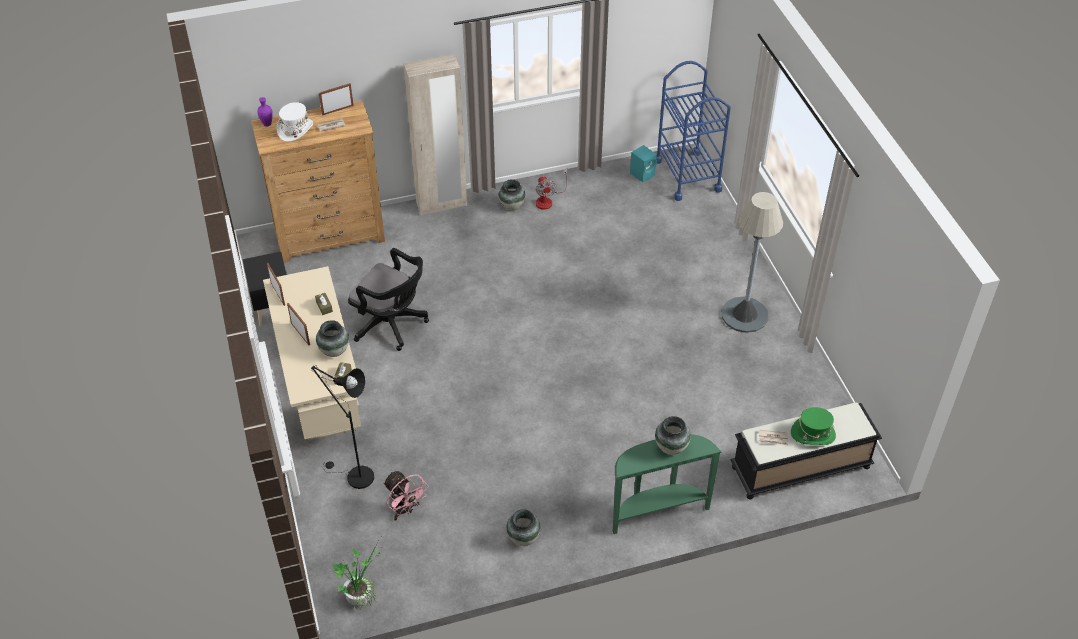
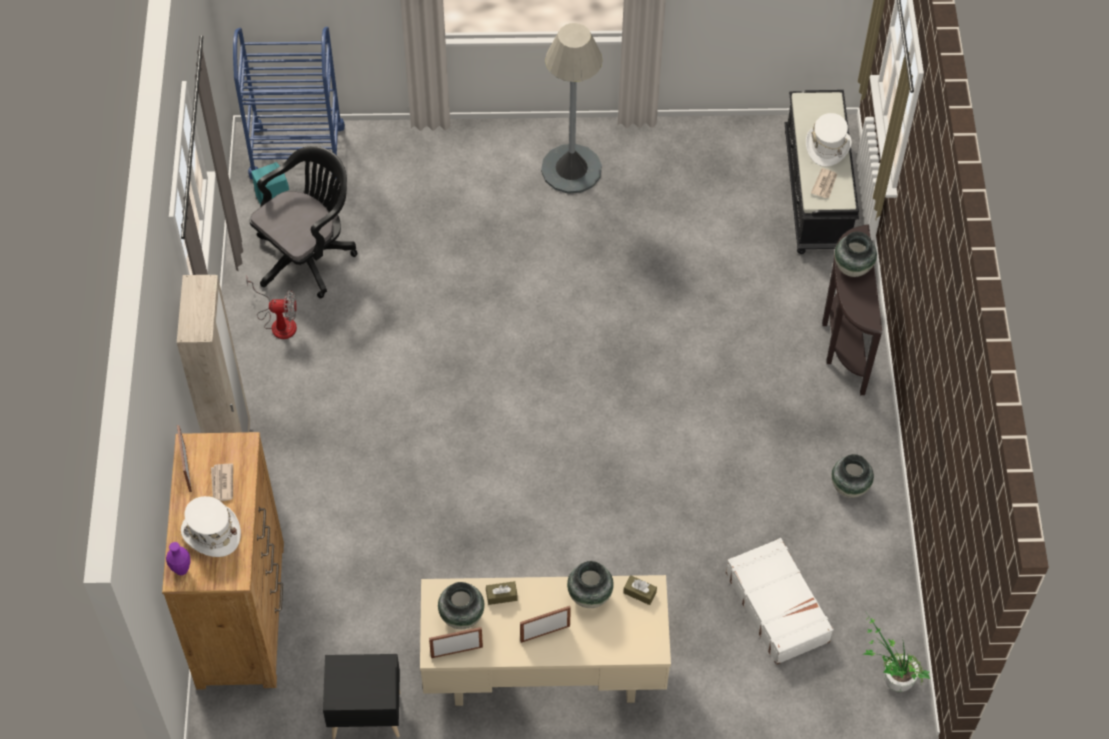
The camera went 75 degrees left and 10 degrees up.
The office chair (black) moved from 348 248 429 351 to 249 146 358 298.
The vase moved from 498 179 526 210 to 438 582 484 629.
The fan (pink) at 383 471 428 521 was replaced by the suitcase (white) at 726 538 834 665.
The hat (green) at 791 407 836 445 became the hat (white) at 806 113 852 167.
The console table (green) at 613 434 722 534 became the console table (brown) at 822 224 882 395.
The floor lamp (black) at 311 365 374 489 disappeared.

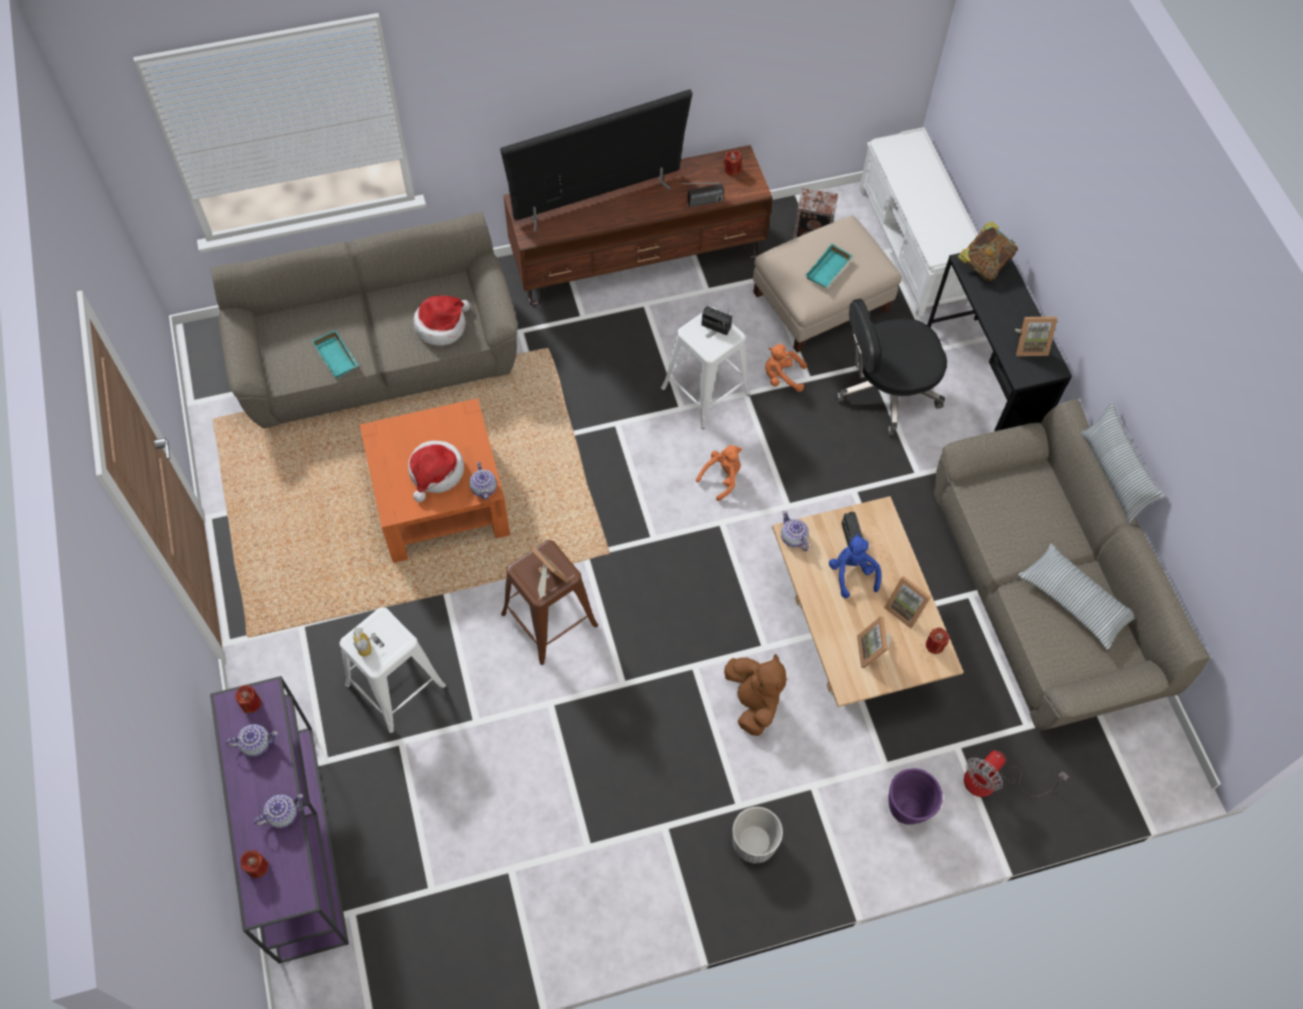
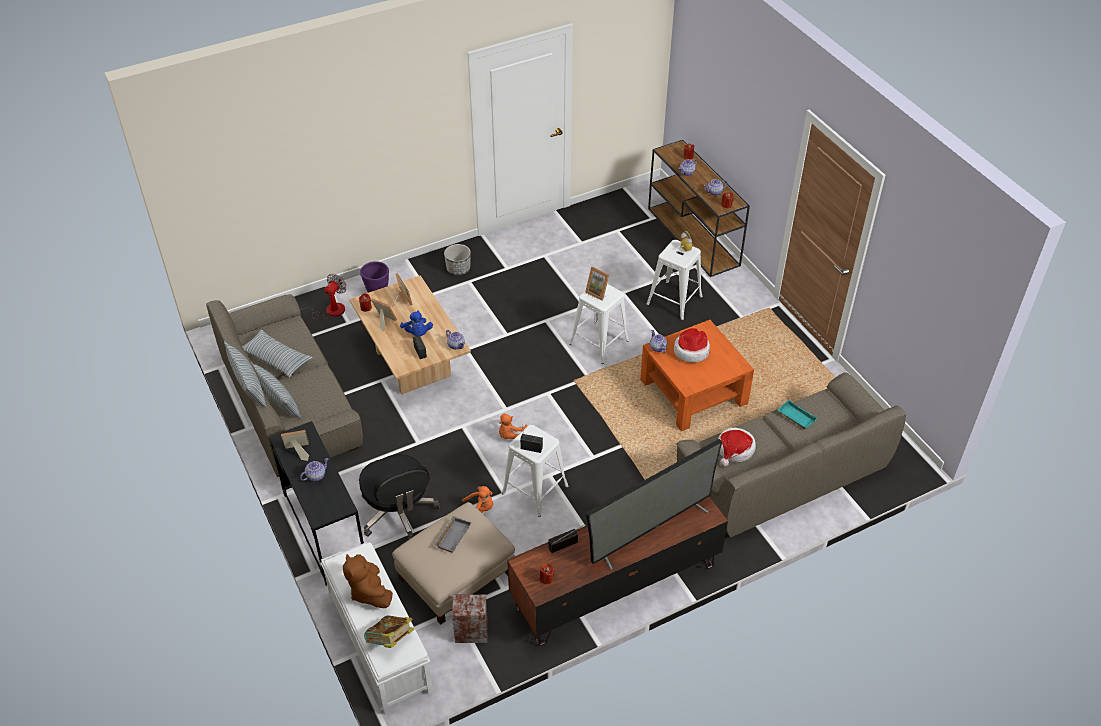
The camera went 170 degrees right and 15 degrees down.
The pillow at 252 363 302 419 appeared.
The teapot at 300 458 328 481 appeared.
The plush toy (brown) moved from 724 654 787 736 to 343 554 393 608.
The office chair (black) at 836 298 947 436 turned 90 degrees clockwise.
The book moved from 958 221 1018 282 to 364 615 415 648.
The tray (turquoise) at 806 244 852 288 became the tray (grey) at 435 516 471 553.
The stool (brown) at 501 540 598 665 became the stool (white) at 569 284 629 364.
The console table (purple) at 210 676 349 964 became the console table (brown) at 648 140 750 277.

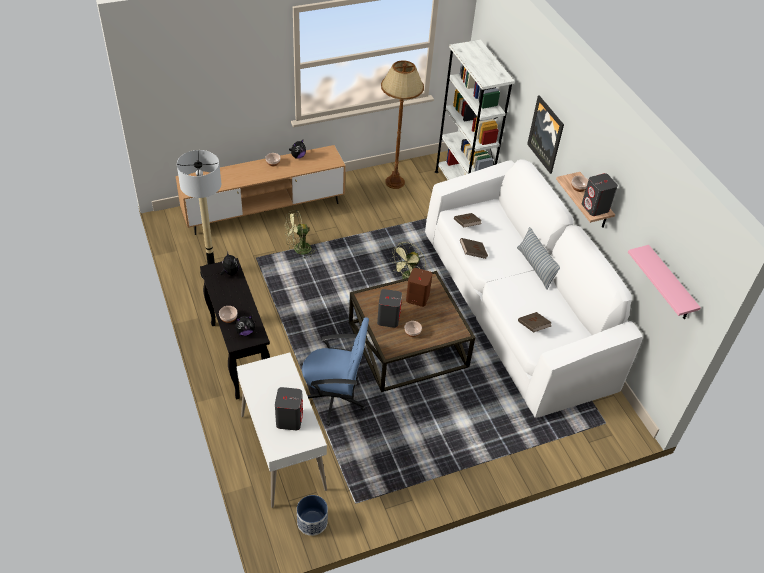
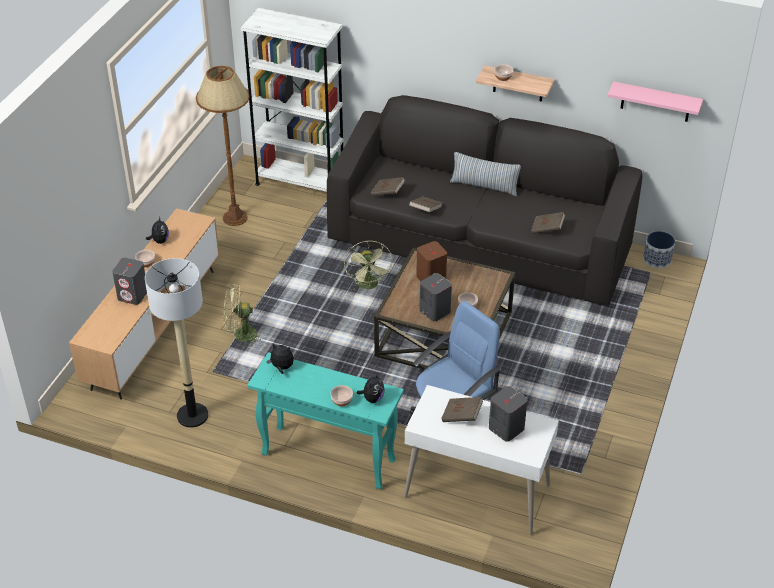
The camera went 45 degrees left and 5 degrees down.
The speaker (grey) moved from 582 173 618 216 to 112 258 147 305.
The fan (green) at 285 210 316 259 turned 60 degrees clockwise.
The console table (black) at 200 258 270 399 became the console table (turquoise) at 247 352 404 489.
The sofa (white) at 425 159 642 418 became the sofa (black) at 327 95 643 306.
The book (brown) at 441 397 483 422 appeared.
The planter moved from 297 495 328 536 to 643 231 675 268.
The picture at 527 95 564 174 disappeared.

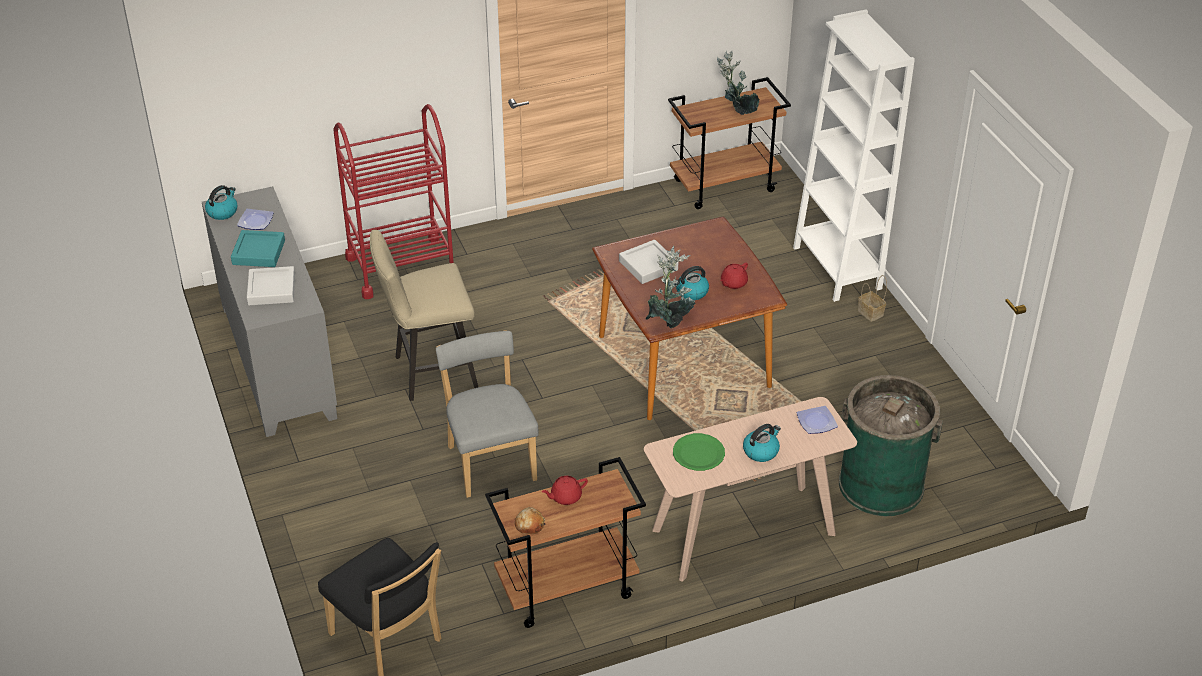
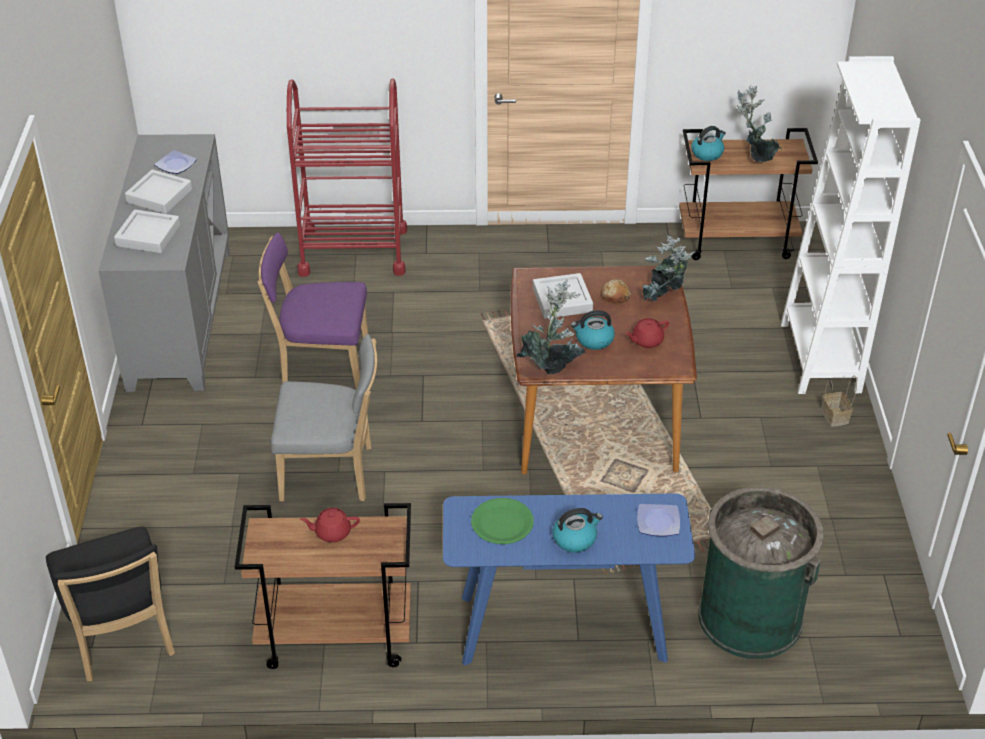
The camera went 20 degrees right and 0 degrees up.
The tray (turquoise) at 231 230 285 267 became the tray (grey) at 125 169 192 214.
The stool (beige) at 370 230 478 401 was replaced by the chair (purple) at 257 232 368 389.
The chair (grey) at 436 331 538 498 turned 90 degrees clockwise.
The console table (beige) at 644 397 857 581 became the console table (blue) at 443 493 695 665.
The bread moved from 515 507 546 534 to 600 279 631 305.
The potted plant at 642 235 695 301 appeared.
The kettle moved from 205 185 238 220 to 691 126 726 161.

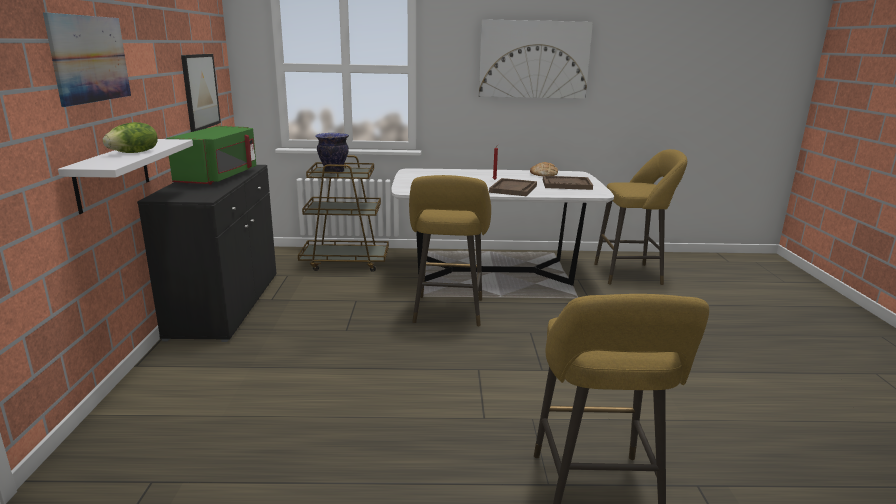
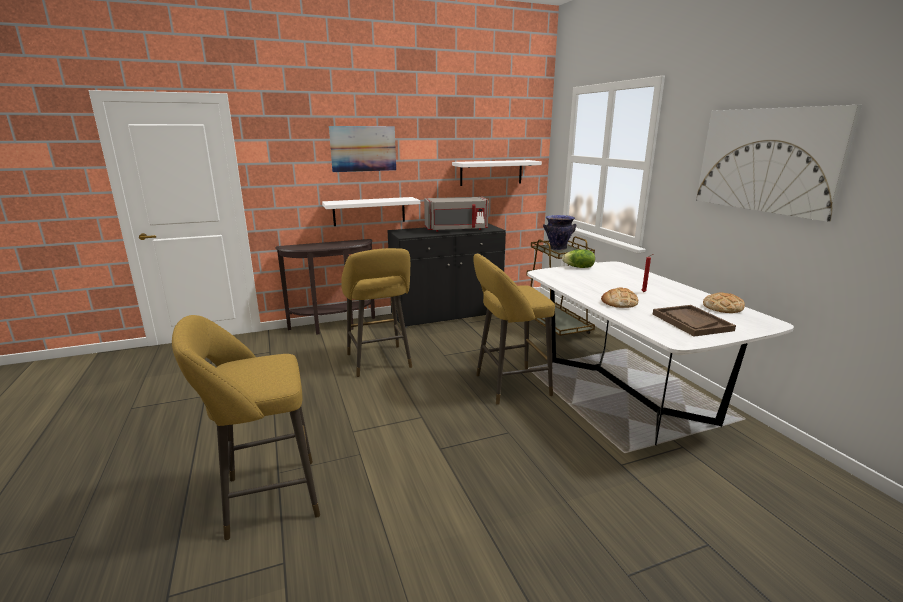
The camera went 70 degrees right and 0 degrees up.
The console table (brown) at 275 239 375 335 appeared.
The stool (yellow) moved from 594 149 687 285 to 341 248 412 377.
The microwave (green) at 166 126 256 185 became the microwave (grey) at 424 197 489 232.
The picture at 181 54 221 132 was replaced by the shelf (white) at 452 160 542 186.
The lettuce moved from 103 122 158 153 to 562 249 595 268.
The tray (brown) at 489 178 537 196 was replaced by the bread at 601 287 638 308.

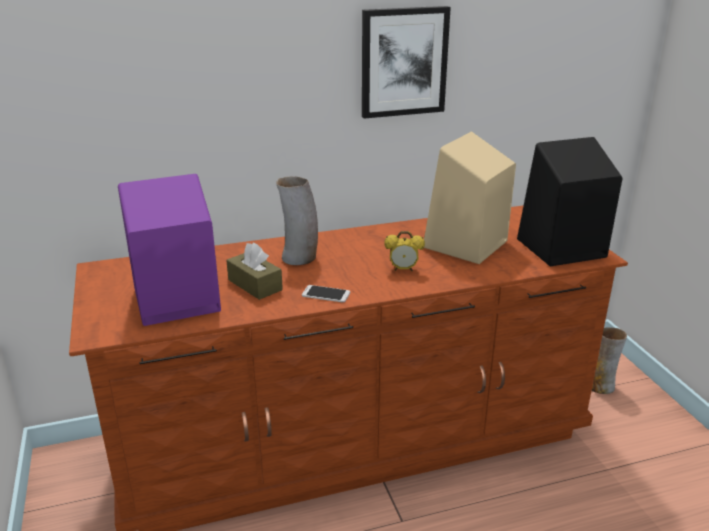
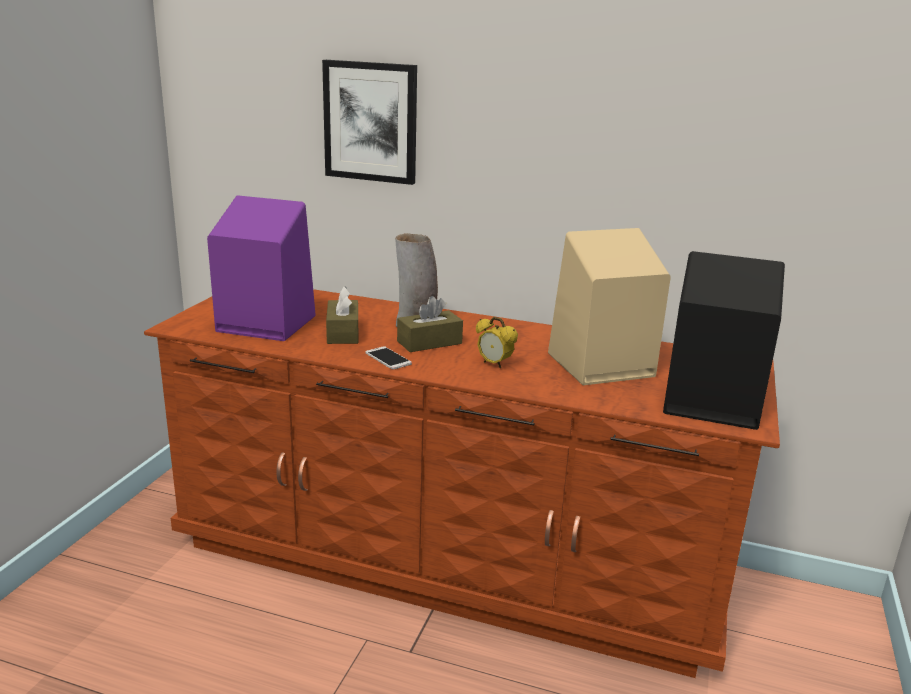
The camera went 35 degrees right and 5 degrees down.
The picture moved from 362 6 451 119 to 322 60 417 185.
The tissue box (brown) at 397 296 463 352 appeared.
The vase at 592 327 627 394 disappeared.

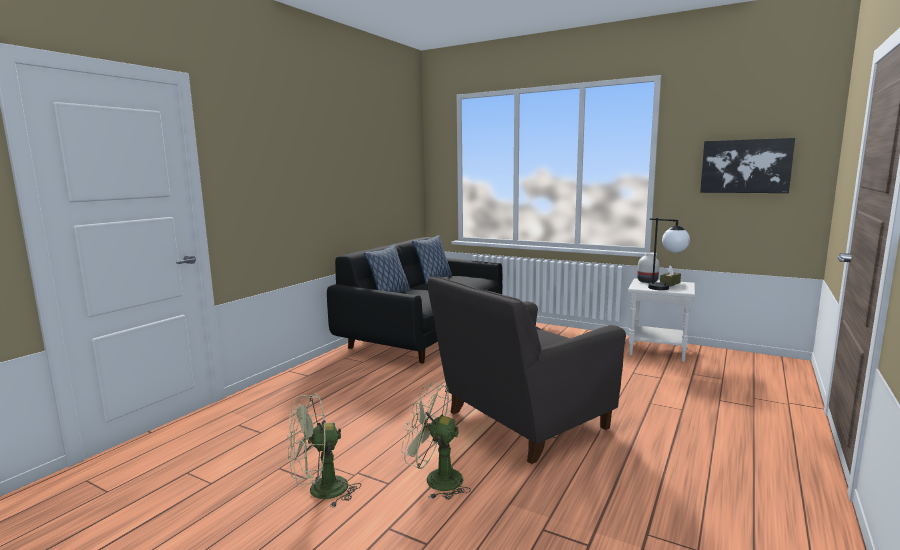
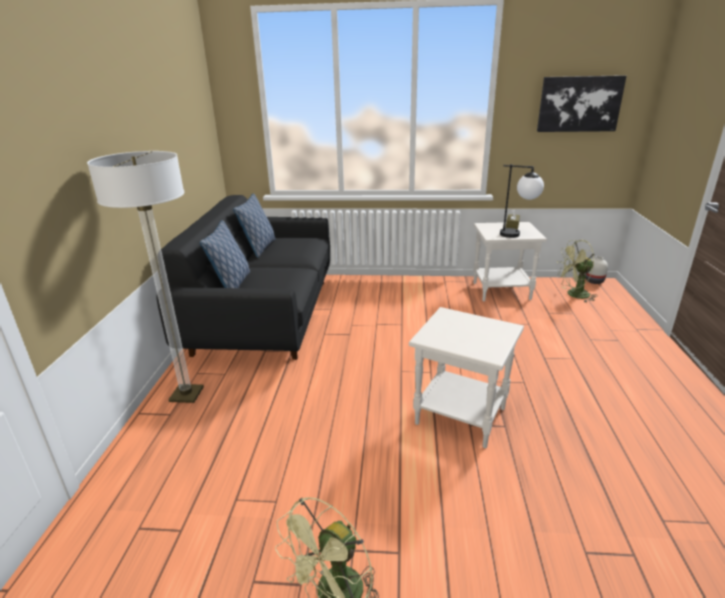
The camera went 25 degrees left and 15 degrees up.
The floor lamp at 87 151 204 403 appeared.
The armchair (grey) at 428 276 626 464 was replaced by the side table (white) at 409 307 524 448.
The fan (green) moved from 401 383 471 500 to 557 240 598 302.
The vase (white) moved from 637 253 659 283 to 586 256 608 284.

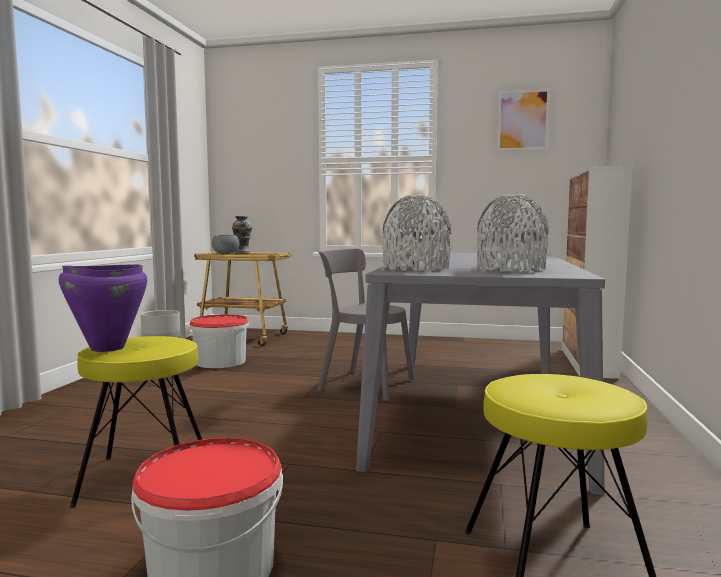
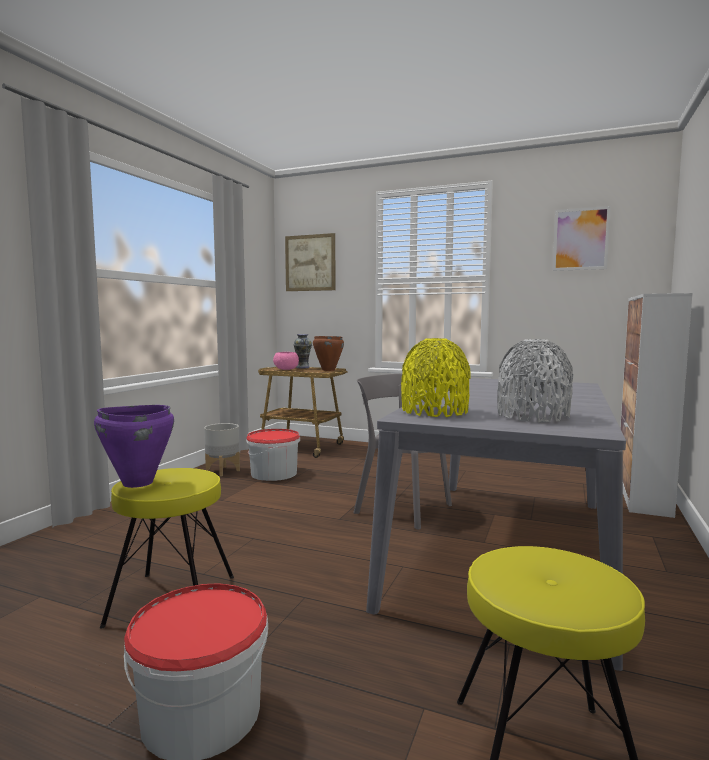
The camera went 10 degrees right and 0 degrees up.
The bowl (grey) at 211 235 240 254 became the bowl (pink) at 273 352 299 370.
The picture at 285 233 336 291 appeared.
The cooking pot (brown) at 313 336 344 371 appeared.
The vase (grey) at 382 195 452 271 became the vase (yellow) at 401 338 471 417.

